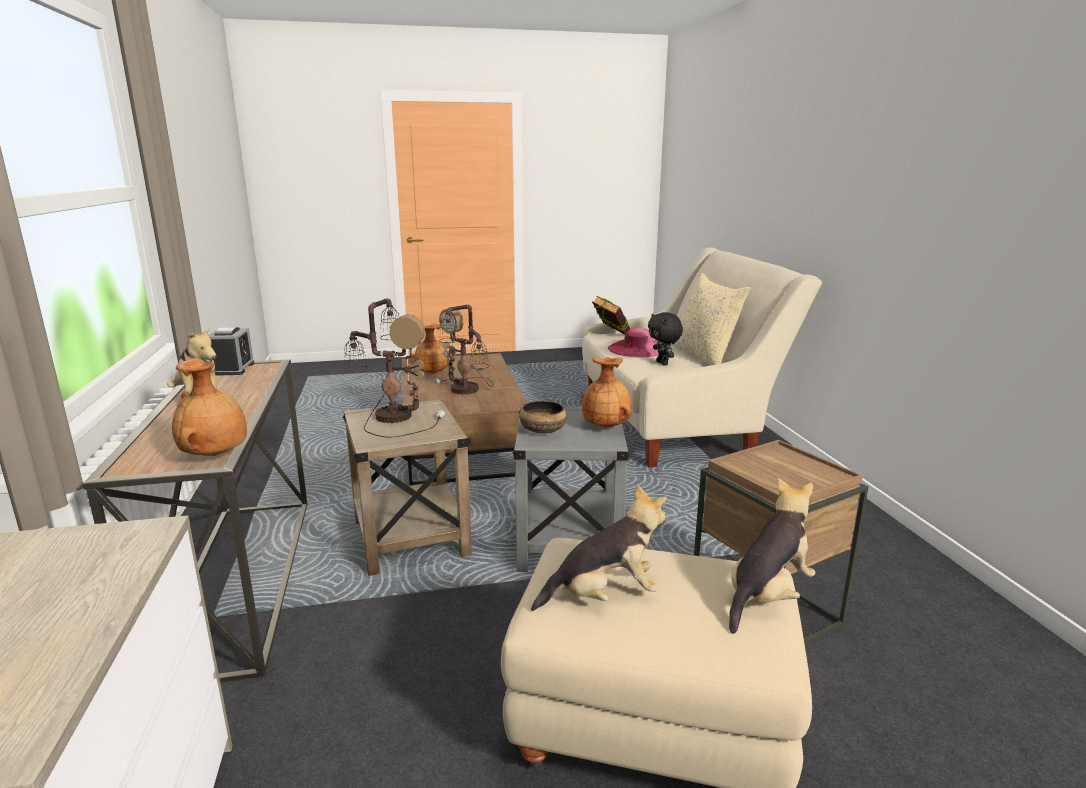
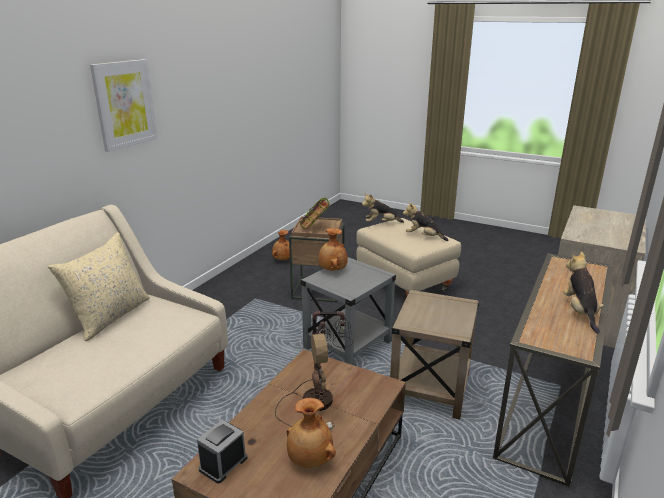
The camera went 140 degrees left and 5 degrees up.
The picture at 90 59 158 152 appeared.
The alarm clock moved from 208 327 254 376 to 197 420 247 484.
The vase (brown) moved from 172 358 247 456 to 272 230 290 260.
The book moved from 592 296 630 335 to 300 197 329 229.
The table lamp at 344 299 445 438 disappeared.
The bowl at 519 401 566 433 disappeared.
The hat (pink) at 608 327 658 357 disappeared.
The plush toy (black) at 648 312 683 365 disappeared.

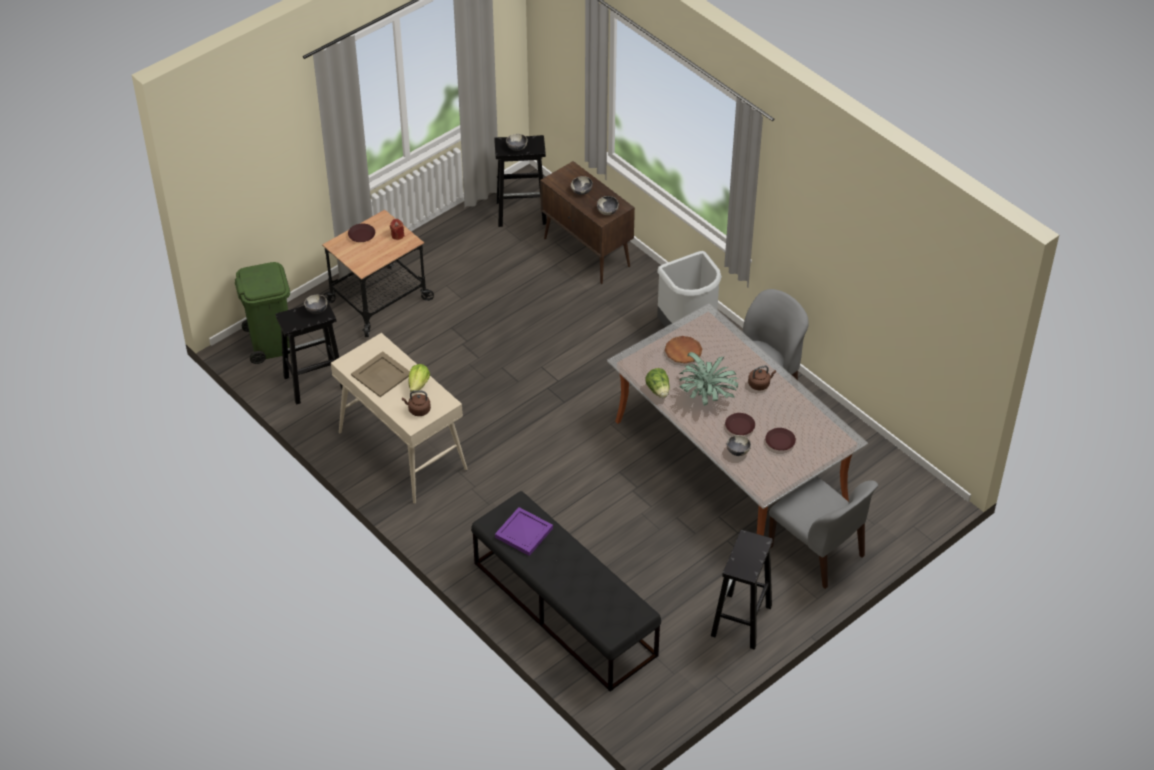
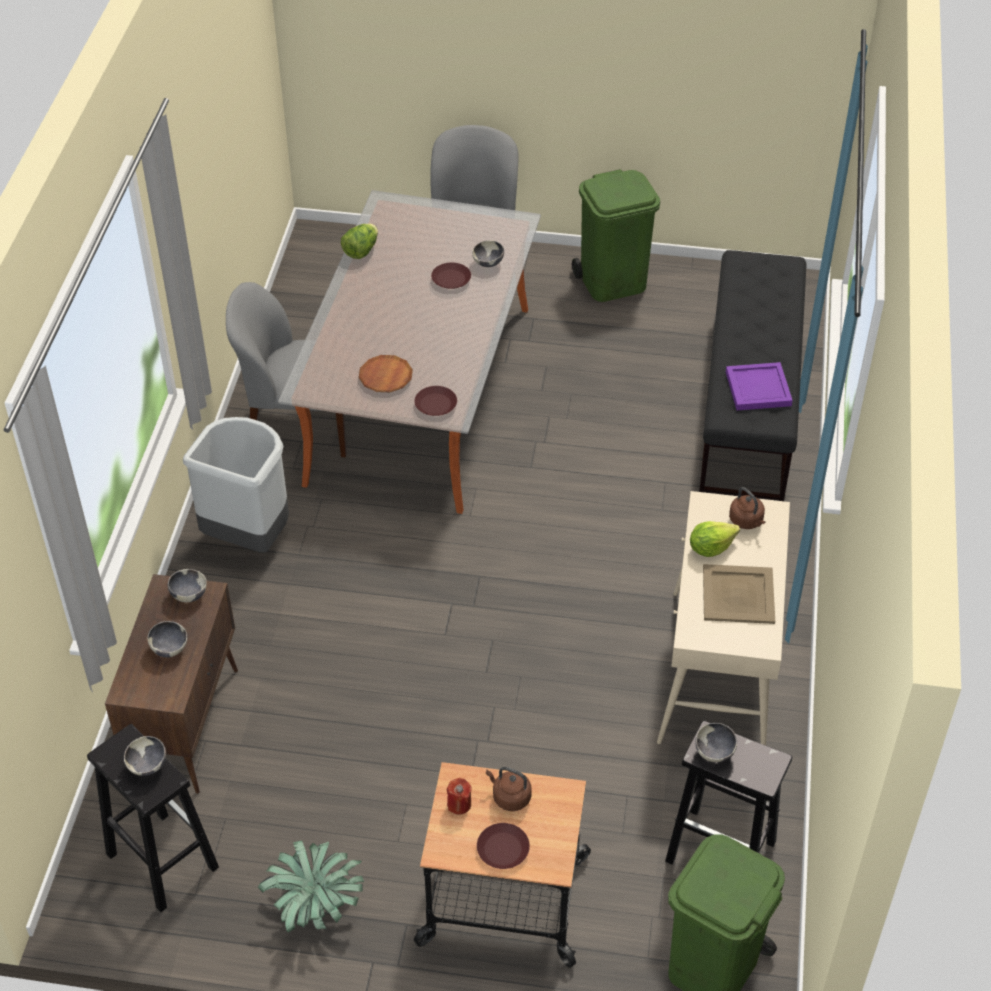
The camera went 130 degrees left and 0 degrees up.
The potted plant moved from 679 352 738 406 to 258 840 364 932.
The lettuce moved from 645 368 670 398 to 341 223 378 259.
The plate (brown) moved from 765 428 796 451 to 414 386 457 416.
The kettle (brown) moved from 748 365 776 390 to 486 767 532 811.
The stool (black) at 711 530 773 650 was replaced by the trash can (green) at 572 169 660 302.

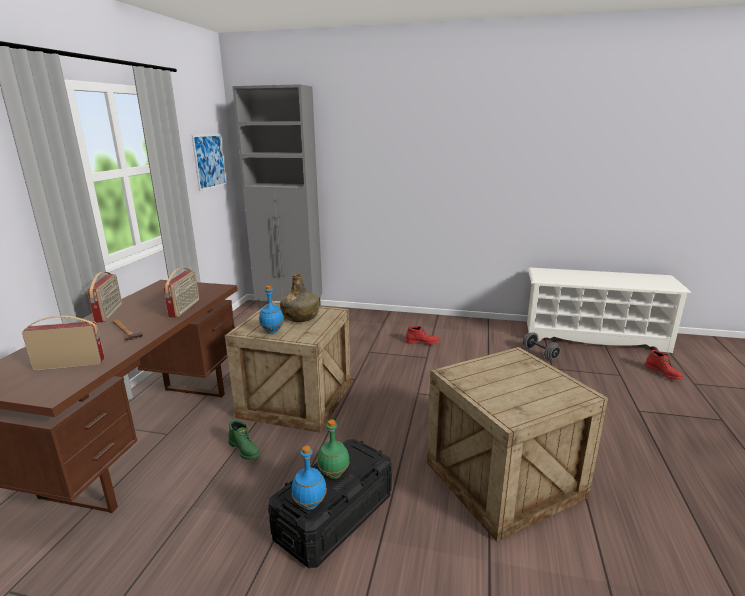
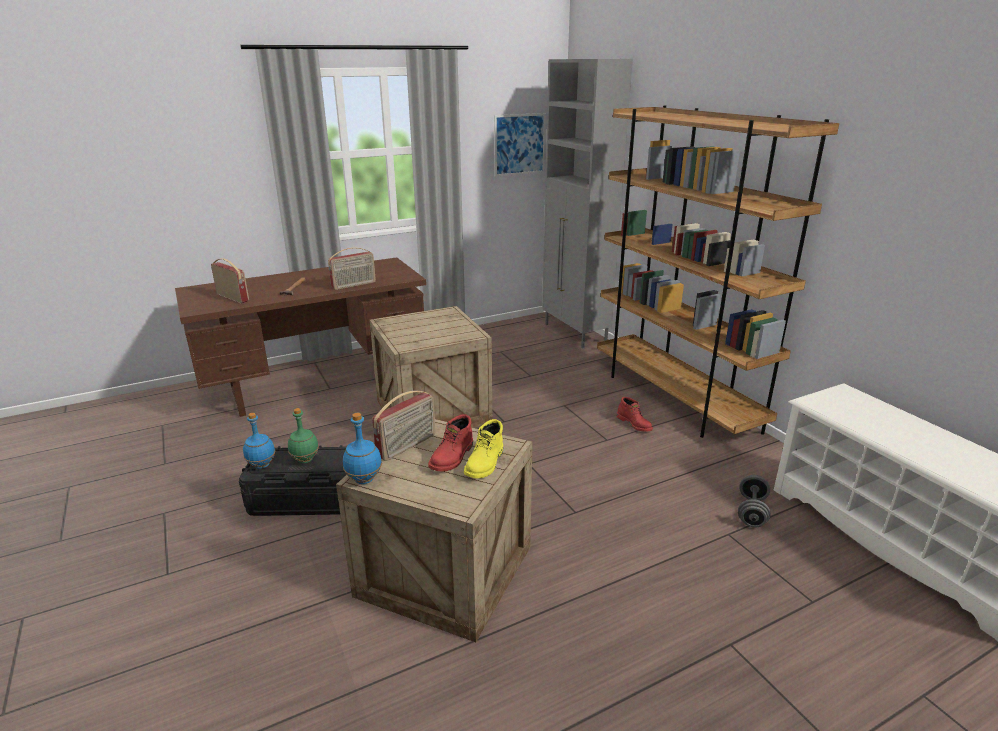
The camera went 50 degrees right and 5 degrees up.
The bottle (blue) moved from 259 285 284 334 to 343 413 382 484.
The radio moved from 87 272 122 323 to 372 391 435 461.
The boot (red) moved from 645 350 683 380 to 428 414 473 472.
The boot (yellow) at 464 419 503 479 appeared.
The bookcase (brown) at 597 105 839 438 appeared.
The boot (green) at 228 420 260 460 disappeared.
The bottle (green) at 280 274 319 322 disappeared.

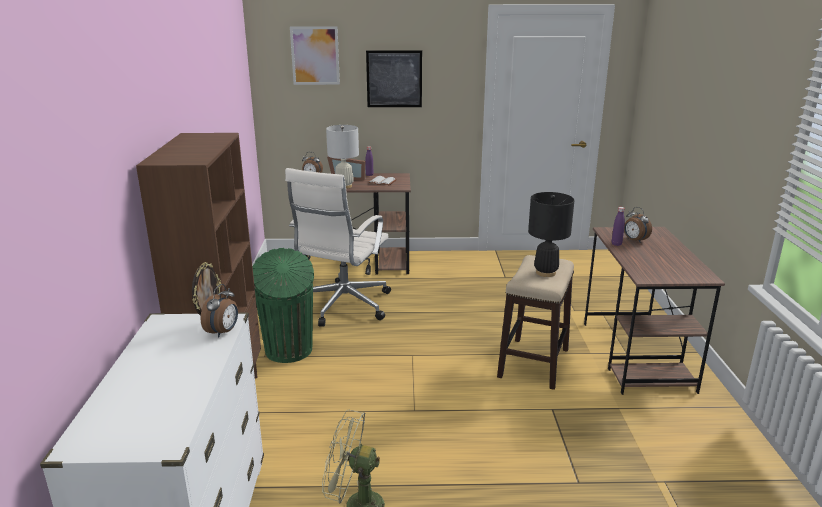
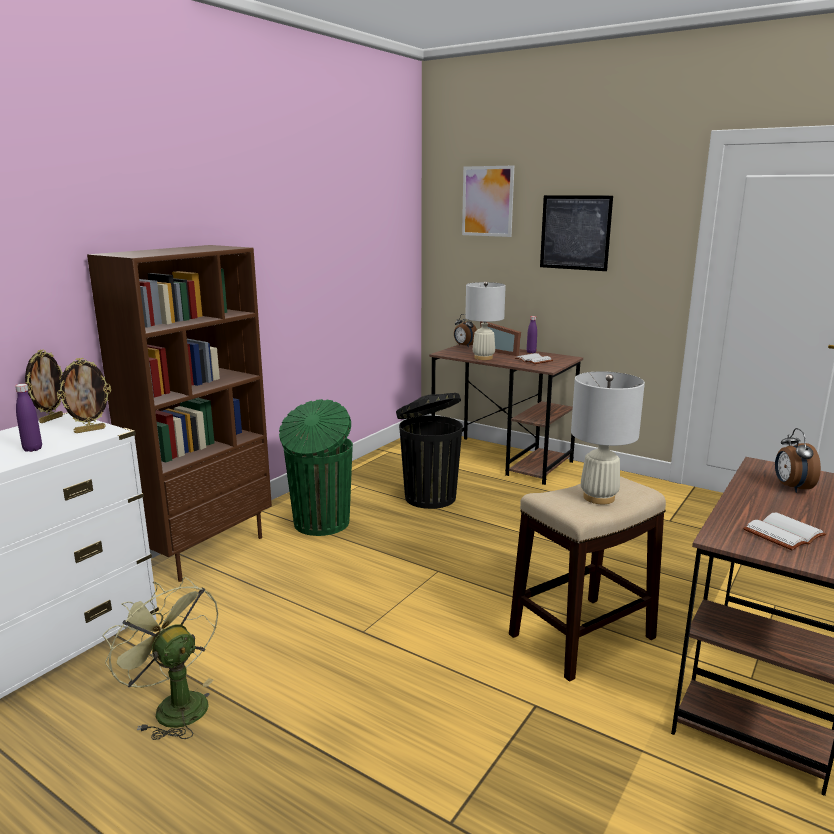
The camera went 35 degrees right and 5 degrees down.
The bottle (purple) moved from 612 207 625 246 to 15 384 42 452.
The picture frame at 25 349 63 423 appeared.
The office chair (white) at 285 168 391 327 was replaced by the trash can (black) at 396 393 463 509.
The table lamp (black) at 528 192 574 277 became the table lamp (white) at 571 371 645 504.
The book (white) at 743 512 827 551 appeared.
The alarm clock at 200 284 238 338 disappeared.

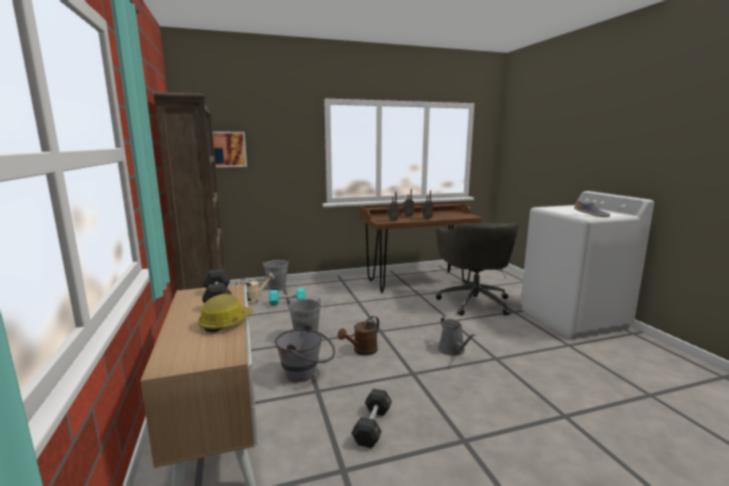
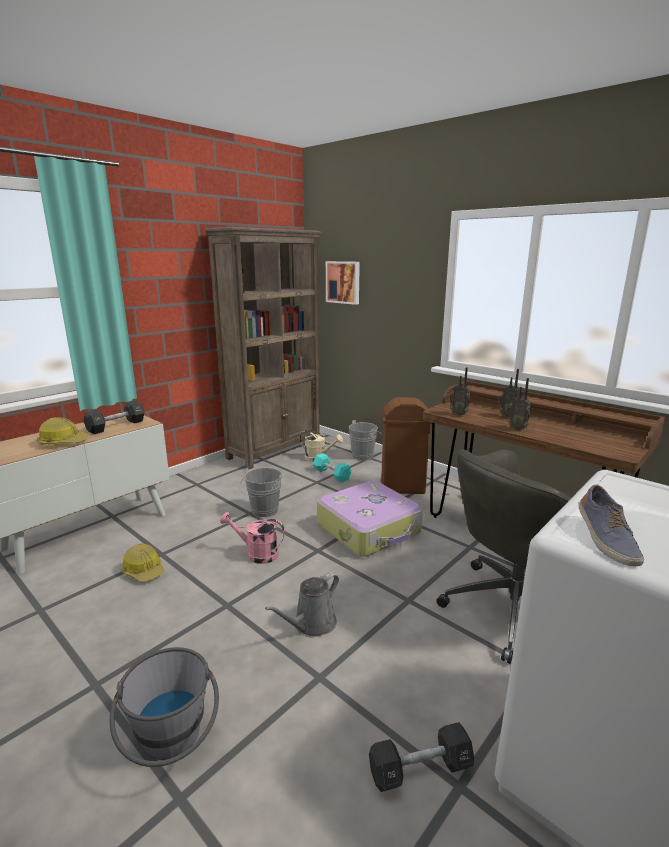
The camera went 60 degrees right and 5 degrees up.
The bucket (grey) moved from 275 324 335 382 to 109 647 219 767.
The hard hat at 121 544 164 582 appeared.
The watering can (brown) at 338 316 379 356 became the watering can (pink) at 220 512 285 564.
The suitcase at 317 481 423 556 appeared.
The dumbbell (black) moved from 351 389 392 448 to 369 722 474 792.
The trash can (brown) at 381 397 432 494 appeared.

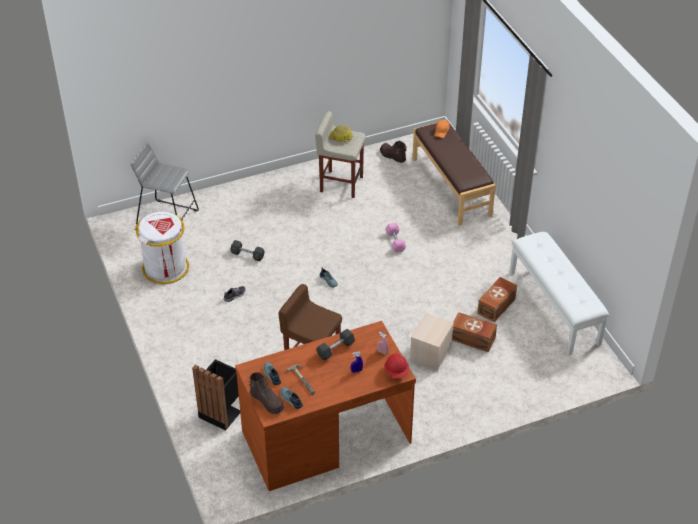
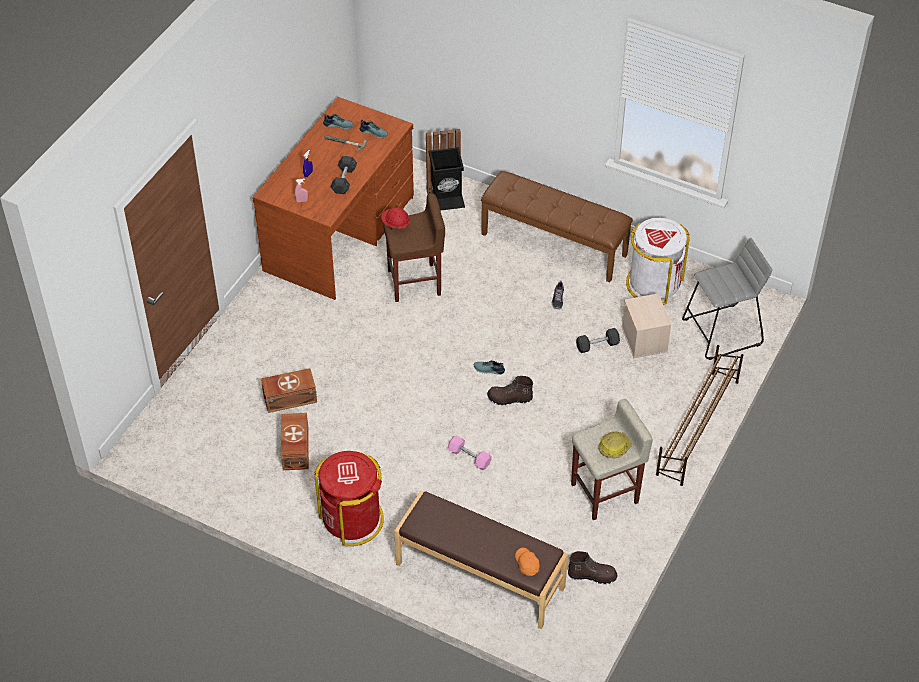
The camera went 140 degrees right and 5 degrees up.
The trash can (red) at 314 451 384 546 appeared.
The hard hat (red) moved from 385 354 409 379 to 381 208 410 229.
The bench (brown) at 481 171 633 282 appeared.
The boot (brown) moved from 249 372 284 414 to 487 376 533 405.
The storage box (beige) moved from 410 313 454 371 to 621 294 671 358.
The shoe rack (brown) at 656 345 743 486 appeared.
The bench (white) at 510 232 609 356 disappeared.

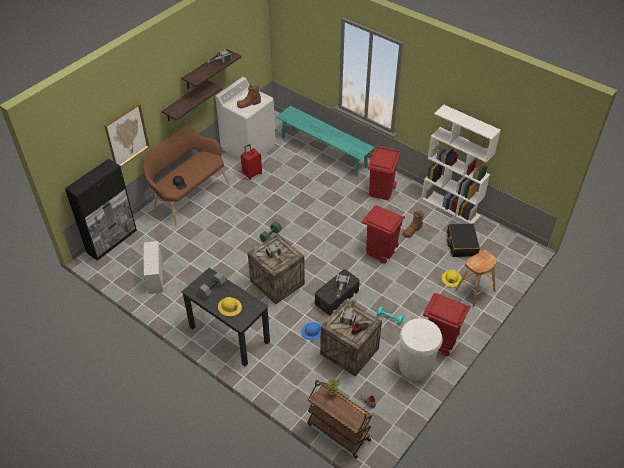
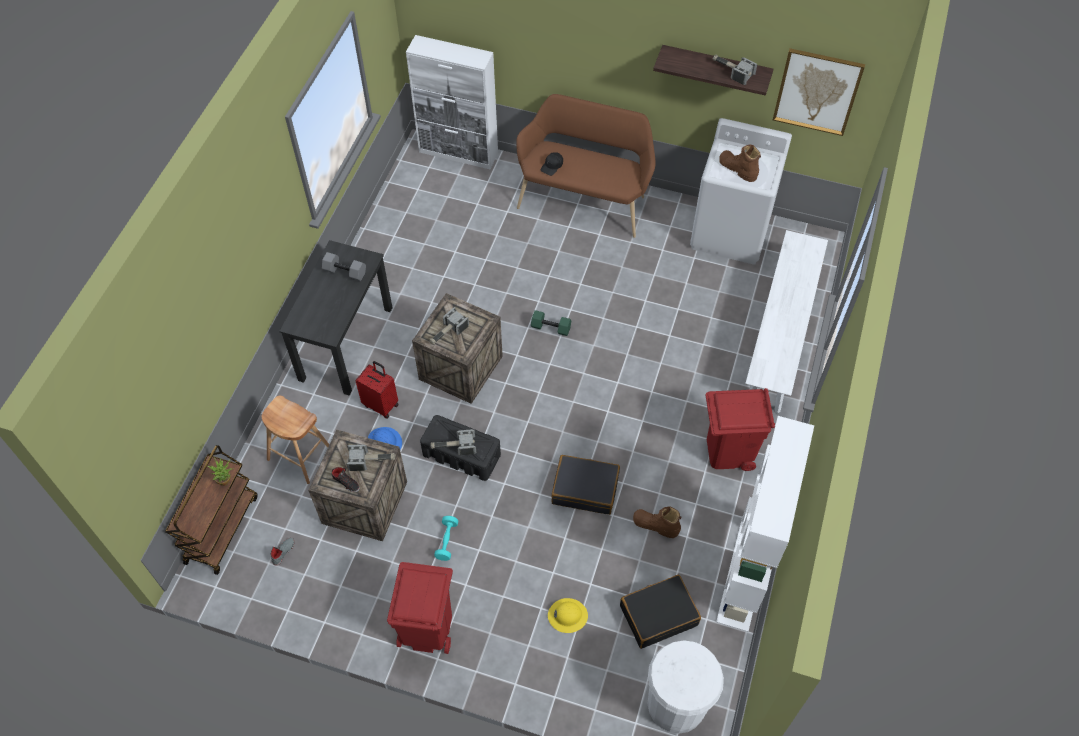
The camera went 70 degrees right and 10 degrees up.
The stool (brown) moved from 455 249 497 307 to 262 395 329 484.
The suitcase (red) moved from 241 144 262 180 to 355 361 399 419.
The cabinet (black) at 65 159 137 261 became the cabinet (white) at 406 35 498 169.
The trash can (red) at 362 205 405 264 was replaced by the suitcase (black) at 551 455 620 515.
The trash can (white) moved from 399 318 443 381 to 648 640 724 734.
The bench (turquoise) at 276 106 375 177 became the bench (white) at 745 230 828 414.
The picture moved from 104 103 149 166 to 773 48 865 136.
The storage box (white) at 144 241 163 294 disappeared.
The shelf at 162 80 222 121 disappeared.
The hard hat (yellow) at 218 297 242 316 disappeared.

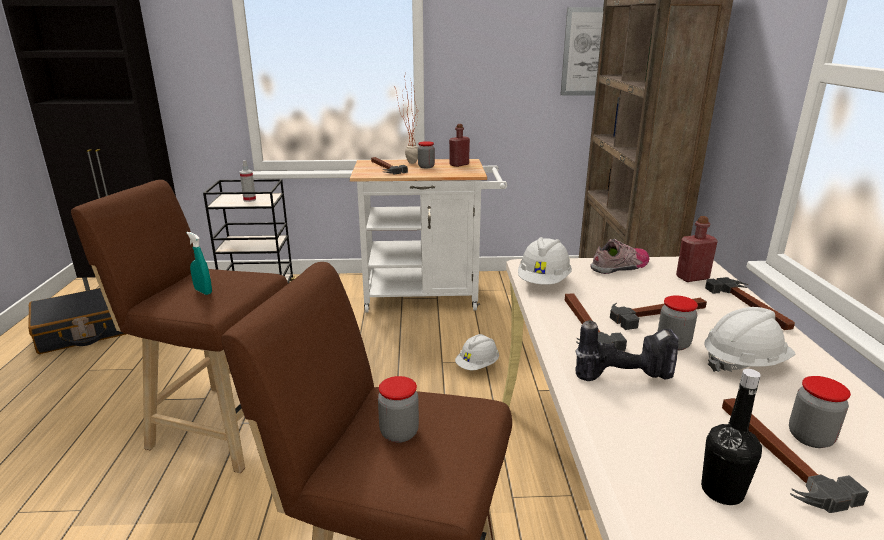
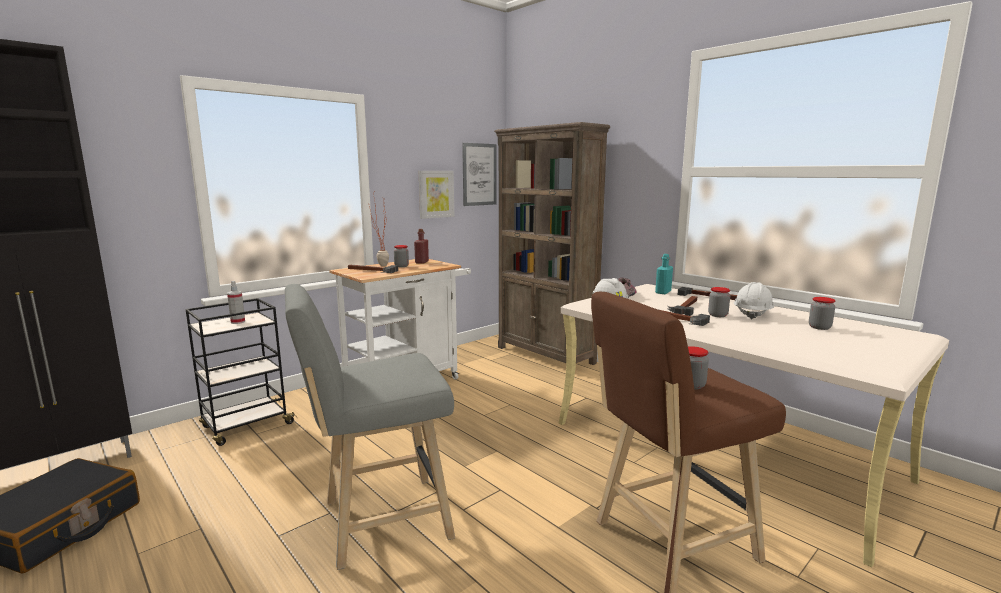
The camera went 40 degrees left and 10 degrees down.
The stool (brown) at 71 180 288 473 became the stool (grey) at 285 284 455 570.
The picture at 419 171 454 219 appeared.
The bottle (red) at 676 216 718 282 became the bottle (turquoise) at 655 254 673 294.
The spray bottle (turquoise) at 187 232 212 295 disappeared.
The hard hat (white) at 455 334 499 370 disappeared.
The power drill at 575 320 679 381 disappeared.
The bottle (black) at 701 369 762 505 disappeared.
The hammer at 722 398 869 513 disappeared.

